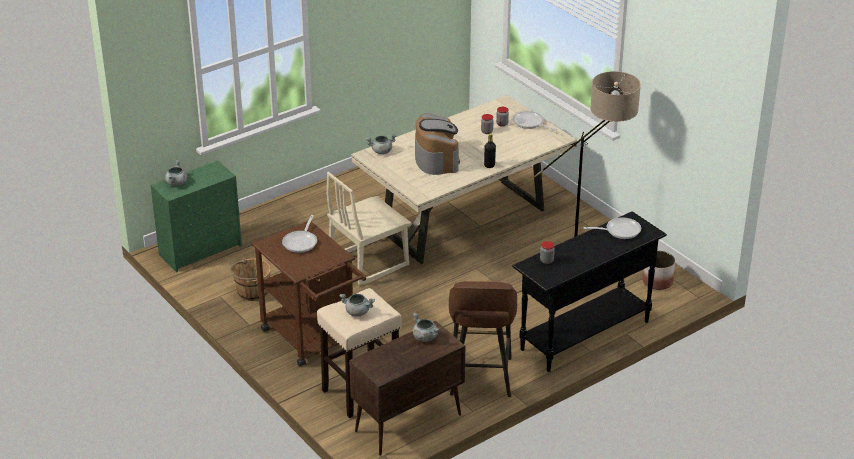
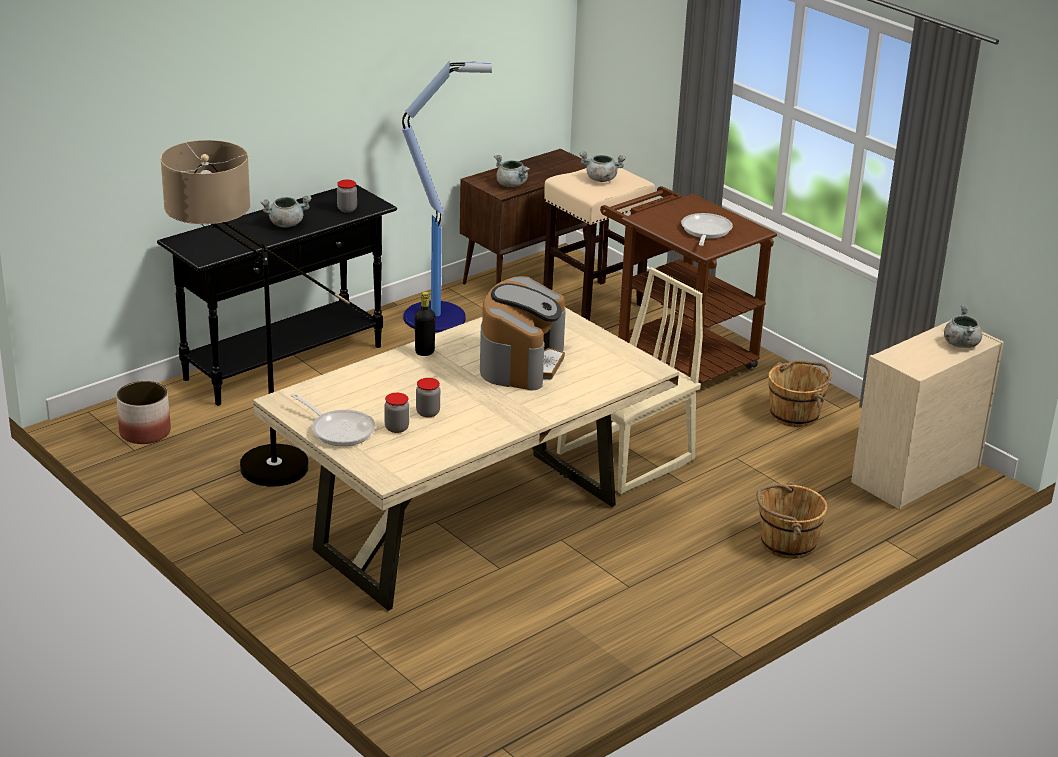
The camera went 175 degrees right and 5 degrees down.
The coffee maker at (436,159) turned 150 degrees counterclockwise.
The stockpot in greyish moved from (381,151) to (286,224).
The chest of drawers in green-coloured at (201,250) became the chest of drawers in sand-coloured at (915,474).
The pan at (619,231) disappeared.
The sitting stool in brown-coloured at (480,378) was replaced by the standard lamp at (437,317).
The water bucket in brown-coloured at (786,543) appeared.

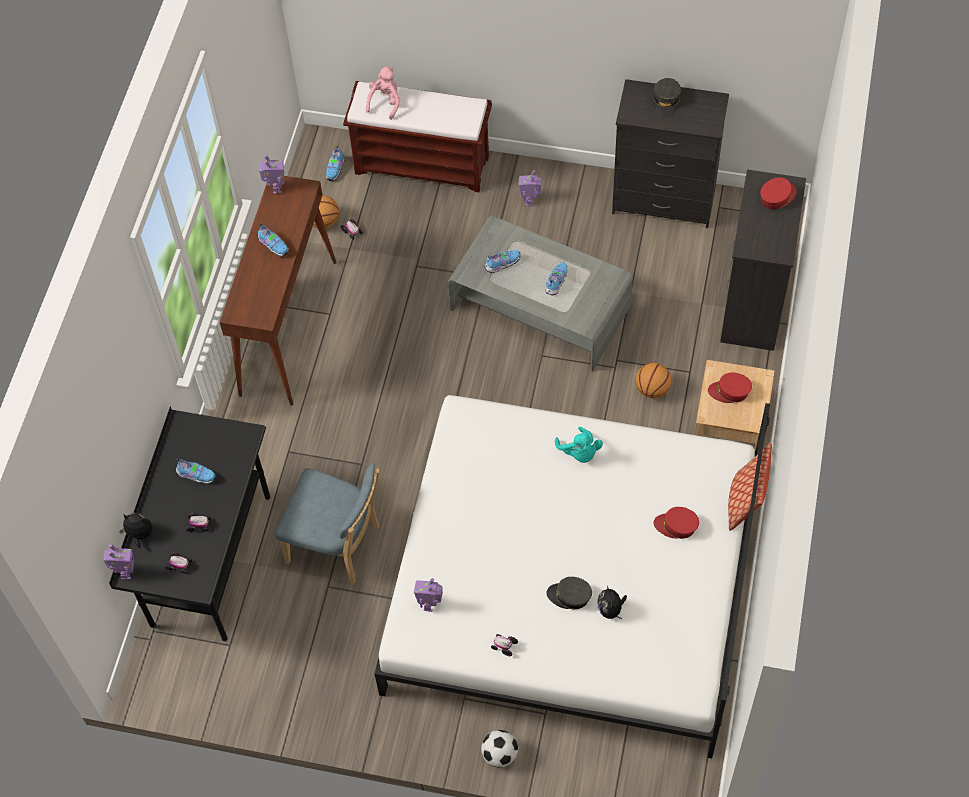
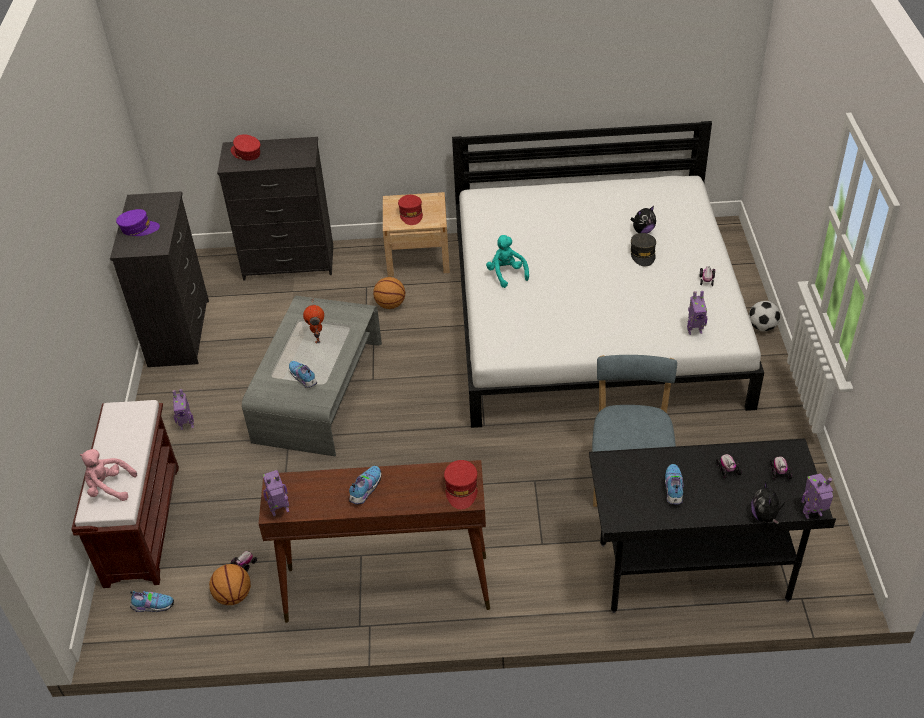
The camera went 105 degrees left and 15 degrees down.
The baseball cap in greyish at (666,101) became the baseball cap in purple at (139,228).
The item of footwear at (556,282) was replaced by the model robot at (318,337).
The cuddly toy in turquoise at (579,453) turned 75 degrees counterclockwise.
The pillow at (745,502) disappeared.
The baseball cap in red moved from (676,526) to (461,489).

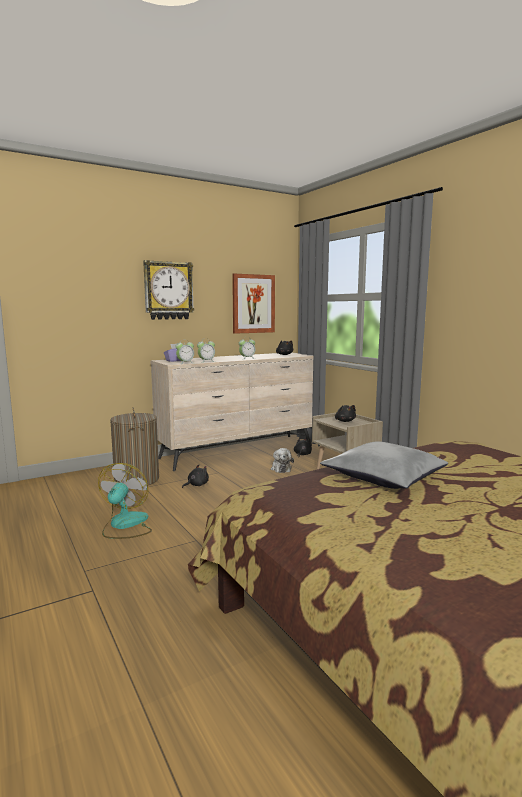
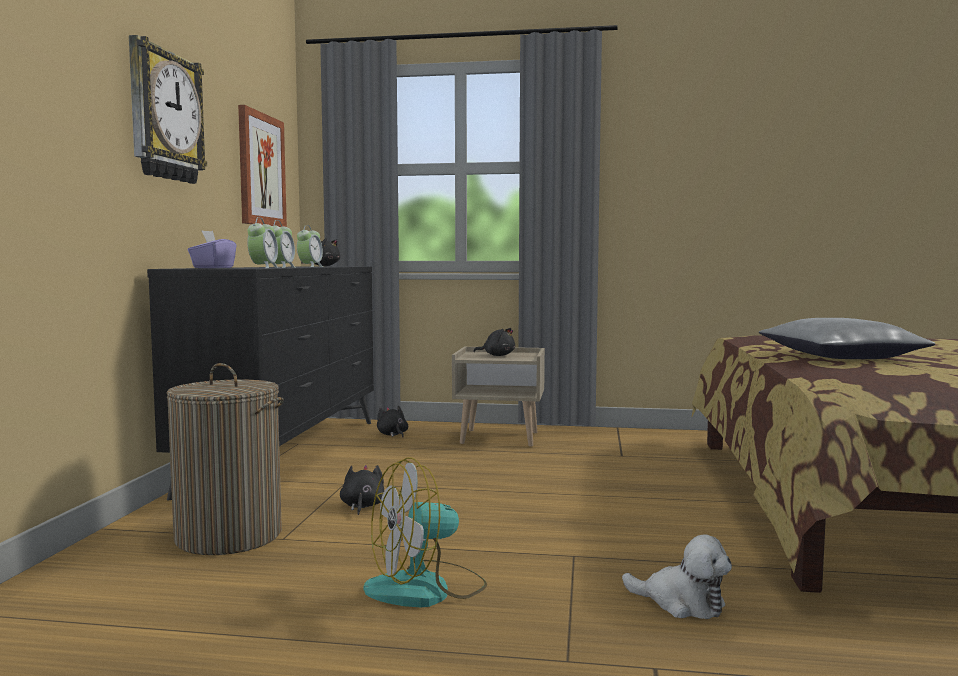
The camera went 50 degrees left and 5 degrees down.
The chest of drawers in sand-coloured at (239,451) became the chest of drawers in black-coloured at (290,454).
The cuddly toy moved from (281,468) to (681,603).
The fan at (125,525) turned 75 degrees counterclockwise.

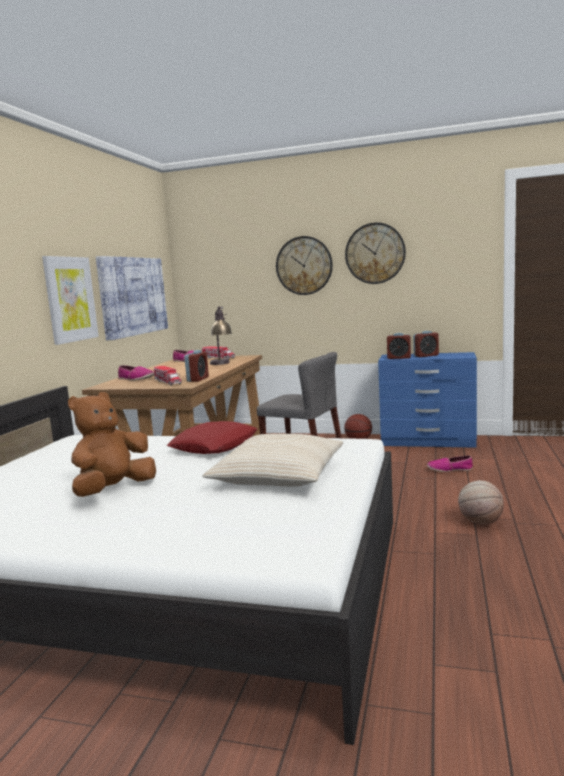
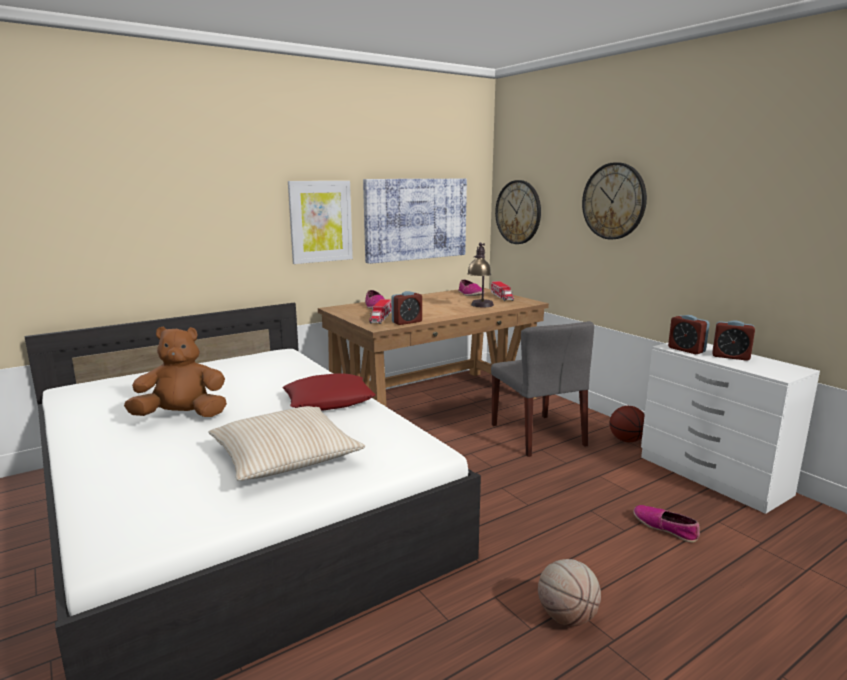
The camera went 40 degrees right and 5 degrees up.
The clock on the wall moved from (375,253) to (518,212).
The chest of drawers in bluish at (428,441) became the chest of drawers in white-coloured at (712,476).

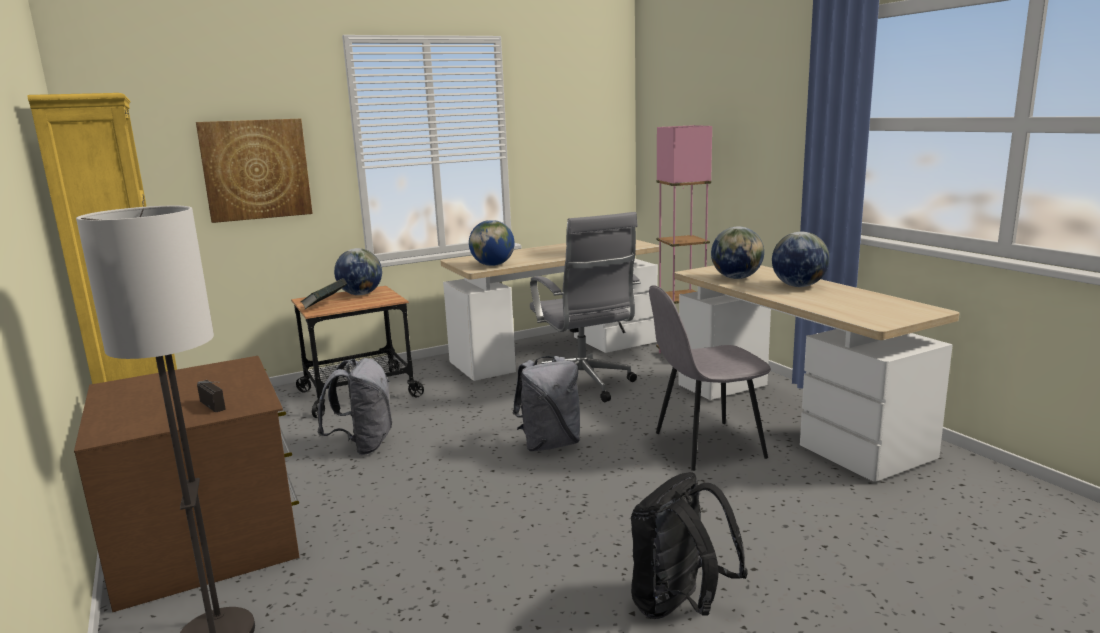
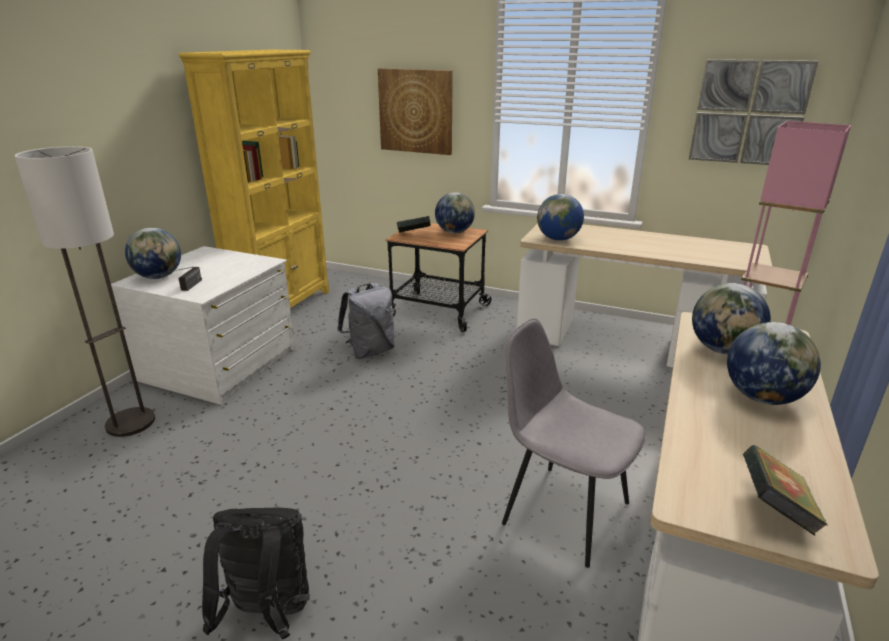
The camera went 50 degrees right and 10 degrees up.
The computer chair in greyish at (585,386) disappeared.
The chest of drawers in brown-coloured at (208,537) became the chest of drawers in white-coloured at (221,365).
The knapsack in greyish at (550,444) disappeared.
The wall picture at (749,112) appeared.
The globe at (159,277) appeared.
The volume at (774,509) appeared.

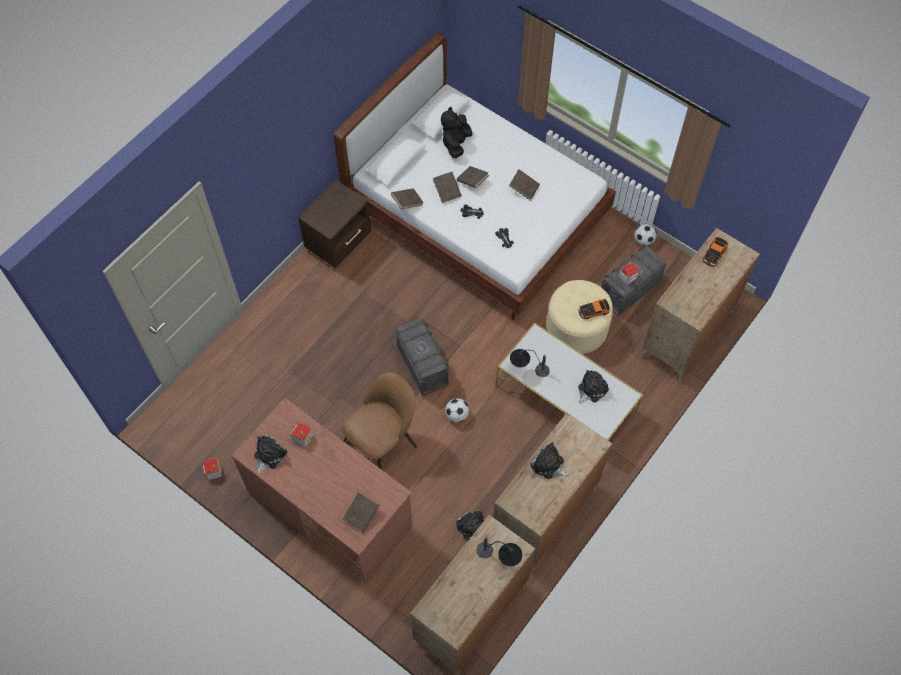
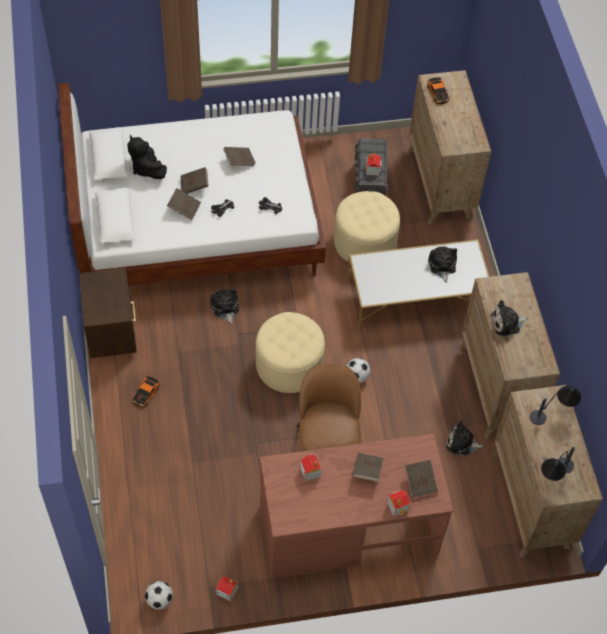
The camera went 50 degrees left and 5 degrees down.
The volume in brown-coloured moved from (407,202) to (367,471).
The football ball moved from (644,240) to (160,600).
The model car moved from (593,311) to (146,393).
The storage bin in greyish at (422,365) was replaced by the ottoman in sand-coloured at (289,365).
The lamp for a table moved from (527,370) to (554,476).
The cuddly toy moved from (269,455) to (225,308).
The toy house at (398,506) appeared.

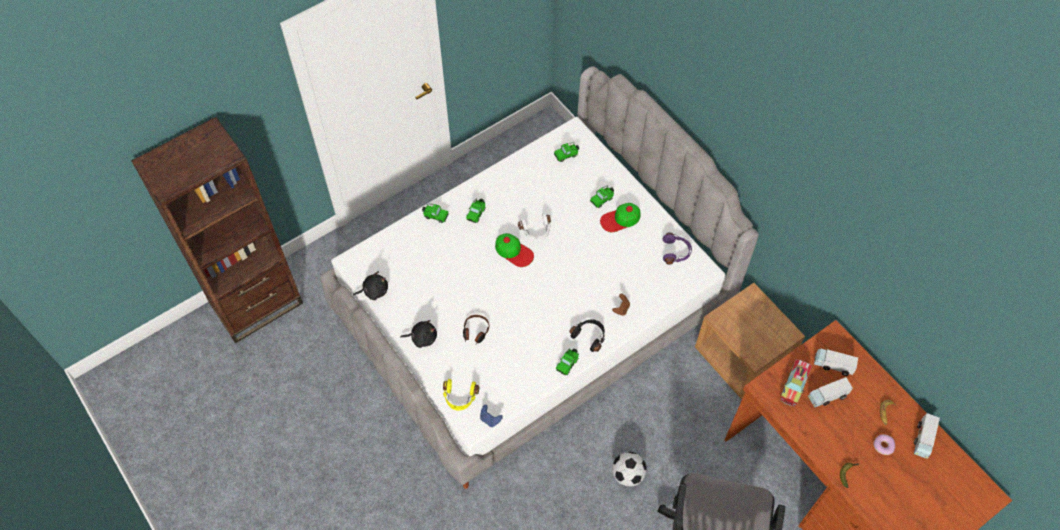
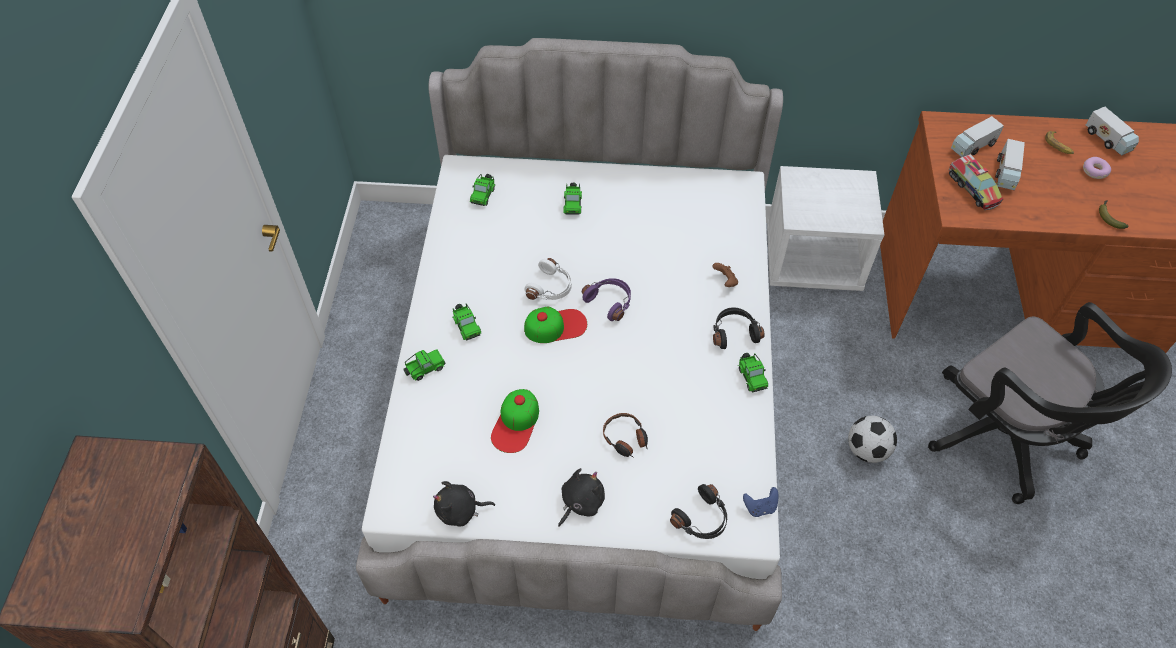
The camera went 50 degrees left and 5 degrees down.
The baseball cap moved from (620,219) to (516,423).
The pair of headphones in purple moved from (676,252) to (610,302).
The cuddly toy in black-coloured at (374,291) turned 120 degrees counterclockwise.
The night table in brown-coloured at (742,358) became the night table in white-coloured at (813,260).
The pair of headphones in yellow at (460,397) became the pair of headphones in black-coloured at (702,519).

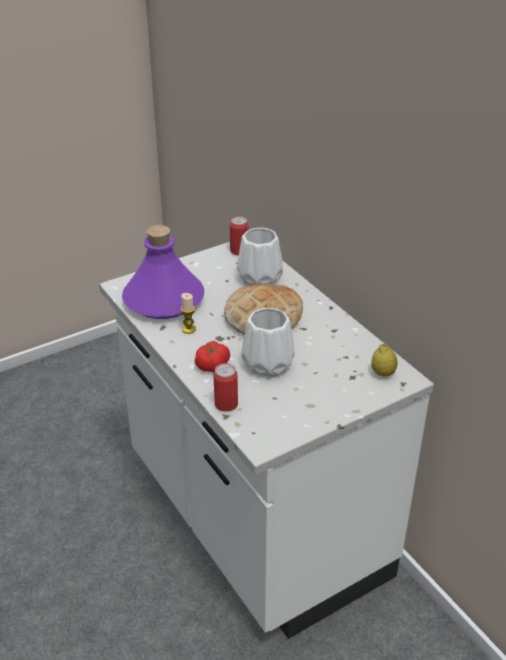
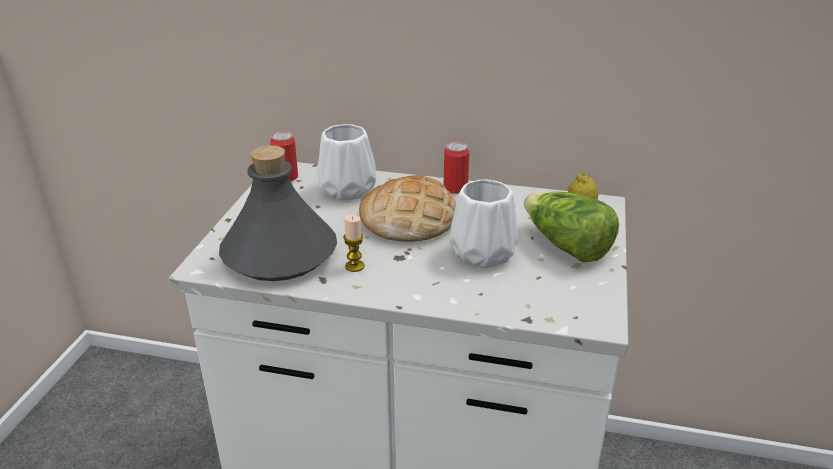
The camera went 45 degrees left and 5 degrees down.
The drink bottle in purple at (164,300) became the drink bottle in greyish at (280,254).
The whole tomato at (212,364) disappeared.
The can moved from (226,404) to (455,188).
The lettuce at (566,246) appeared.

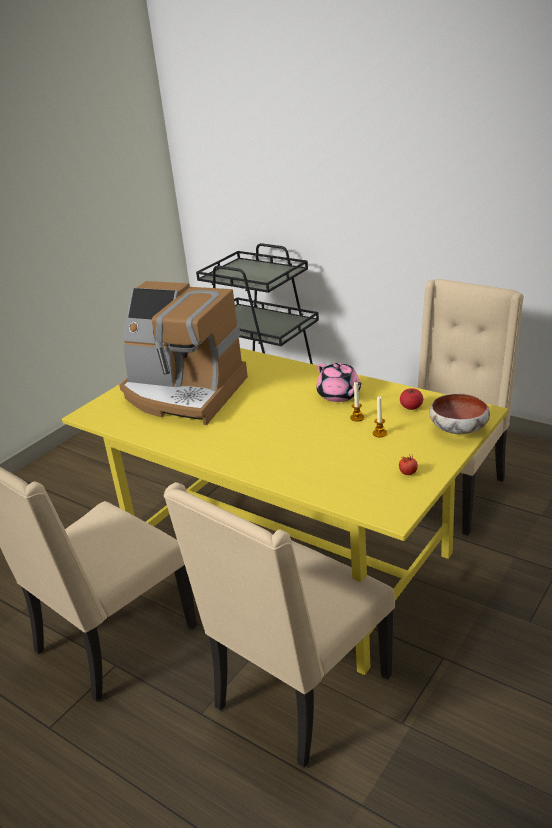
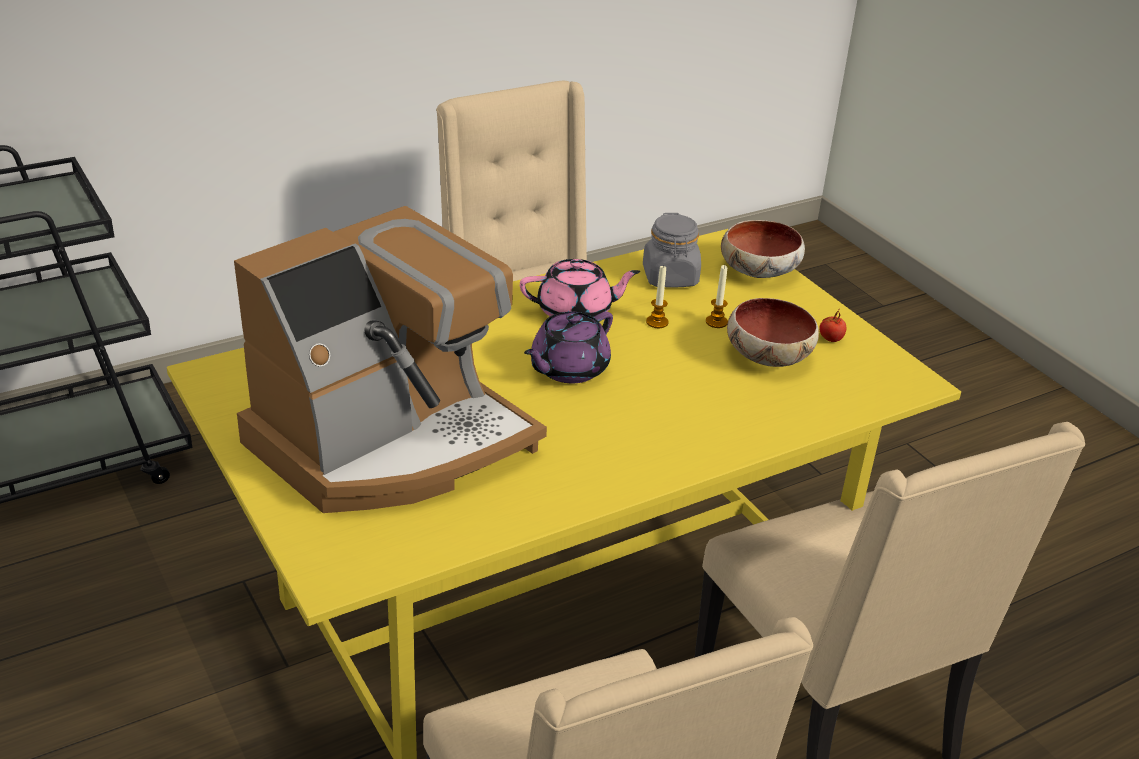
The camera went 70 degrees left and 5 degrees up.
The whole tomato at (411,407) was replaced by the preserve jar in greyish at (670,277).
The serving bowl at (766,356) appeared.
The pot for tea in purple at (568,369) appeared.

